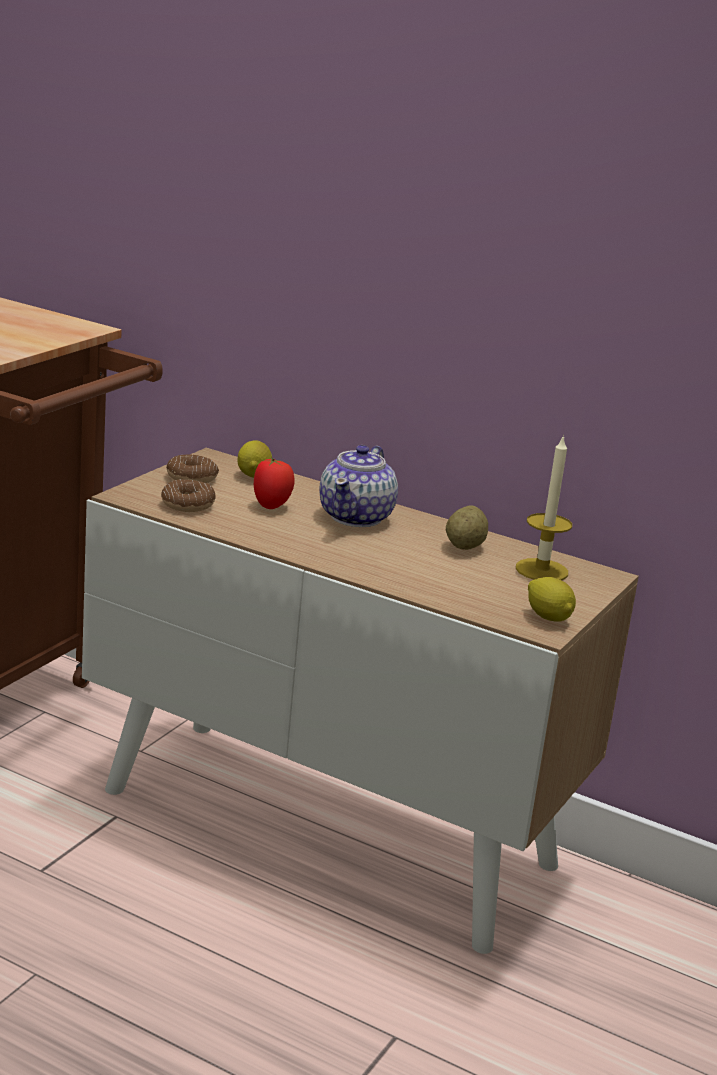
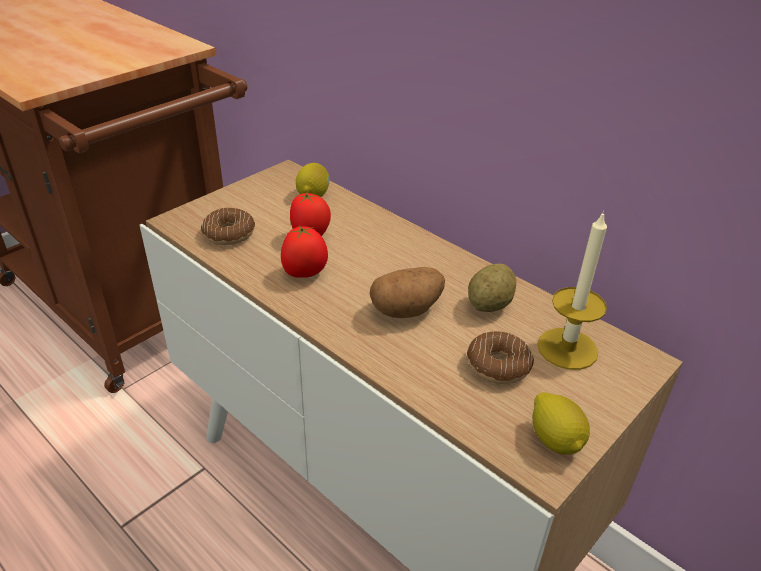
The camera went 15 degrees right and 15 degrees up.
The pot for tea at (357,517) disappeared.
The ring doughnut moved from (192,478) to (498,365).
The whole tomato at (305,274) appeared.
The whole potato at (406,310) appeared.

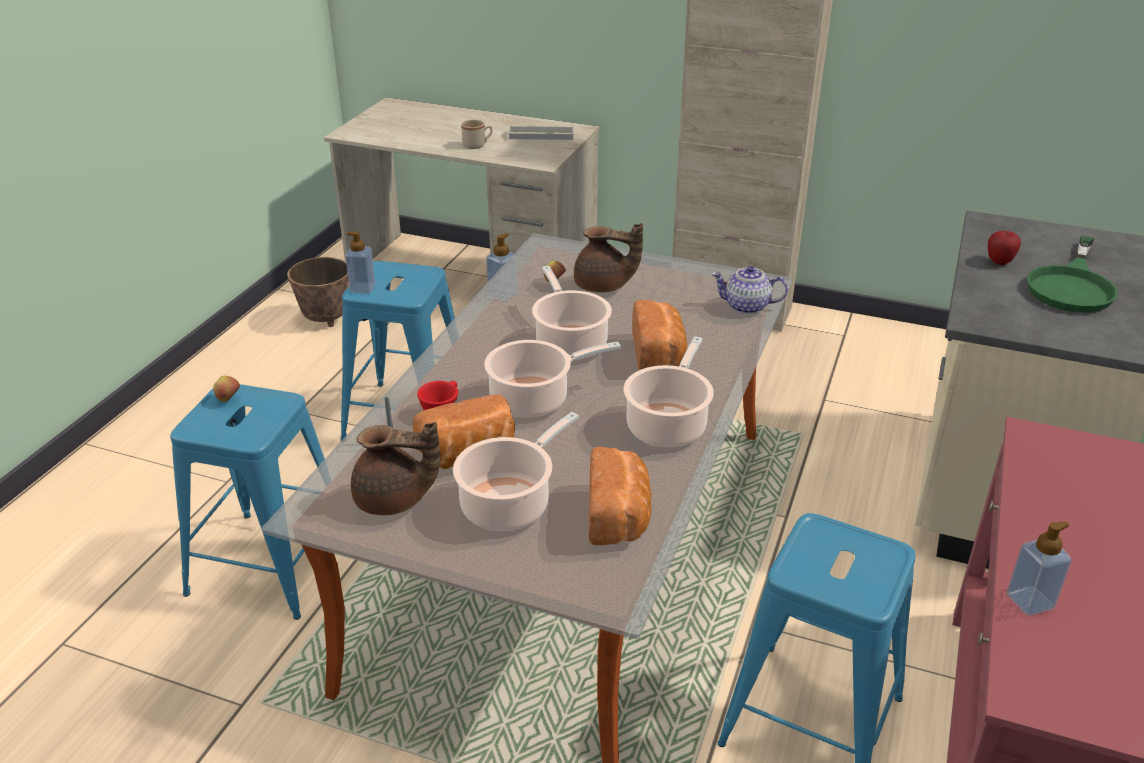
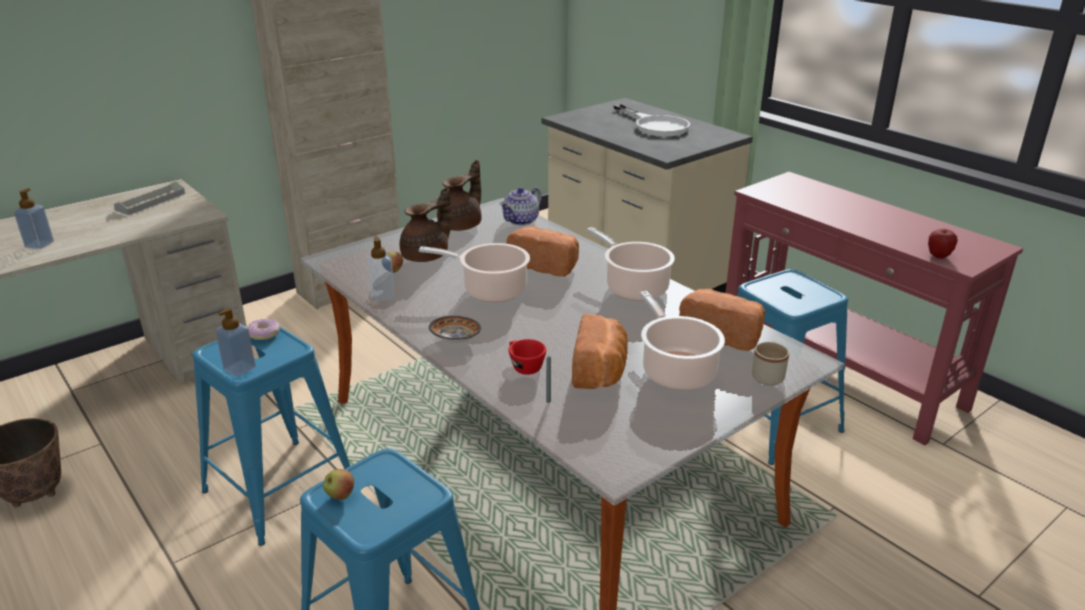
The camera went 60 degrees left and 5 degrees down.
The coffee mug in sand-coloured moved from (477,145) to (768,375).
The whole apple moved from (999,262) to (938,256).
The pan in green-coloured at (1072,286) became the pan in white-coloured at (655,125).
The stockpot at (535,399) disappeared.
The pot for tea in brown-coloured moved from (394,500) to (462,225).
The soap bottle moved from (1029,601) to (39,244).
The serving bowl at (455,339) appeared.
The ring doughnut at (264,333) appeared.

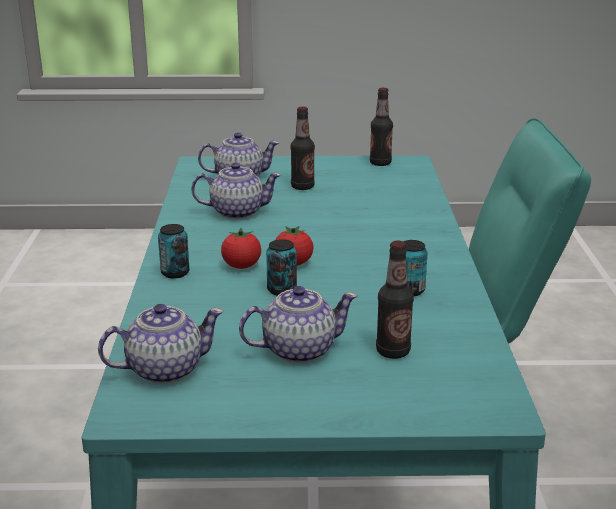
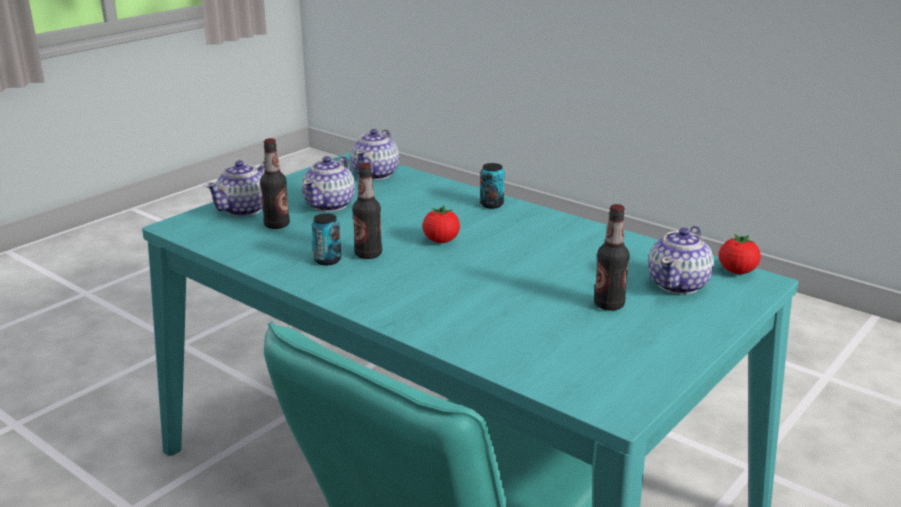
The camera went 130 degrees right and 0 degrees up.
The drink bottle moved from (380,163) to (368,254).
The pot for tea moved from (236,212) to (245,209).
The whole tomato moved from (241,266) to (737,271).
The can at (282,290) disappeared.

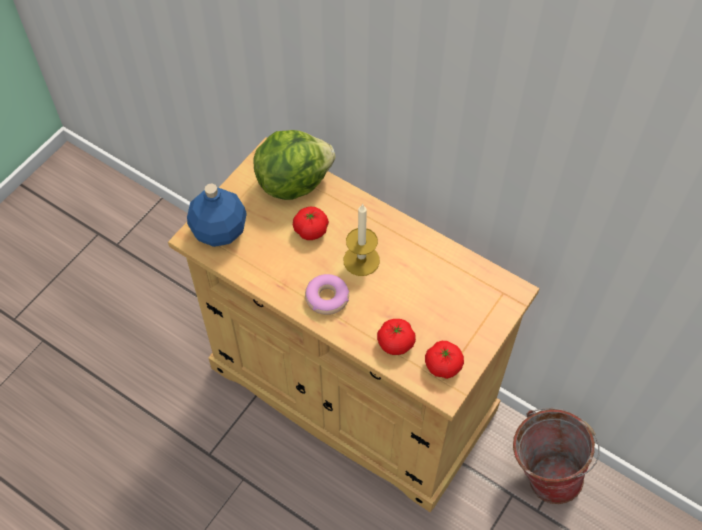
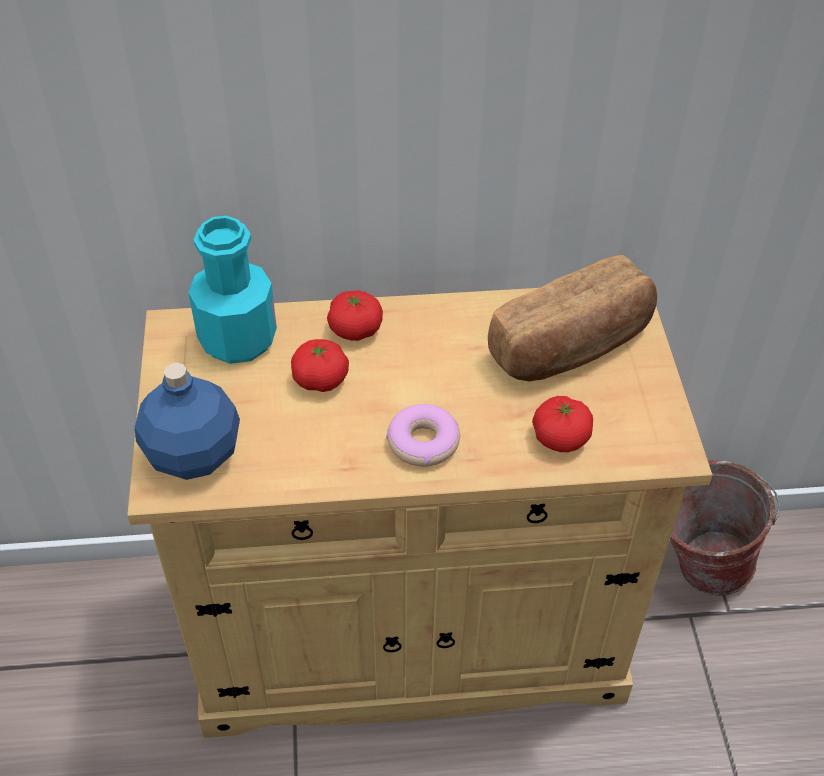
The camera went 40 degrees left and 10 degrees down.
The lettuce at (293,181) was replaced by the drink bottle in turquoise at (238,339).
The wax light at (361,260) disappeared.
The whole tomato moved from (443,365) to (355,329).
The bread at (572,346) appeared.

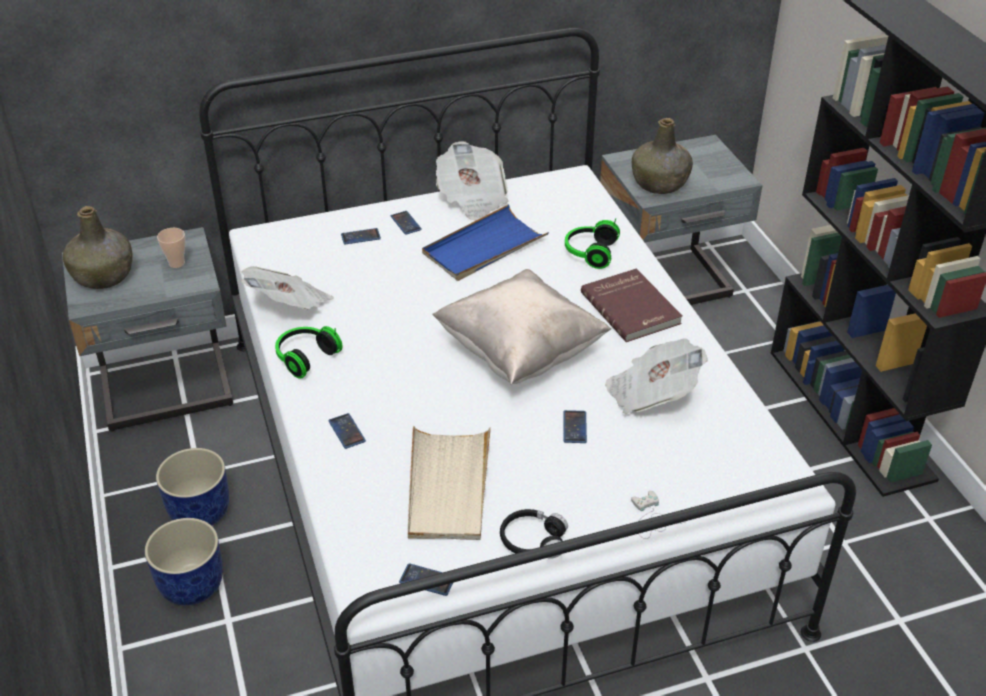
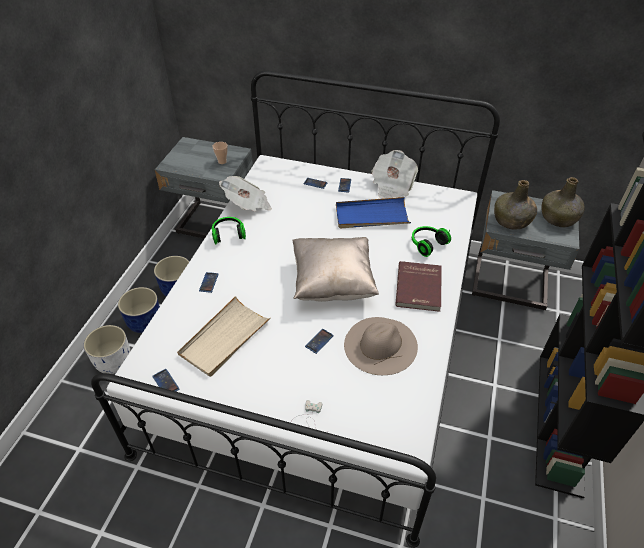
The camera went 35 degrees right and 5 degrees up.
The drink bottle in green-coloured moved from (104,275) to (558,218).
The printed paper at (651,394) was replaced by the clothing hat in sand-coloured at (380,345).
The pair of headphones in black-coloured at (533,540) disappeared.
The plant pot in white-coloured at (114,361) appeared.

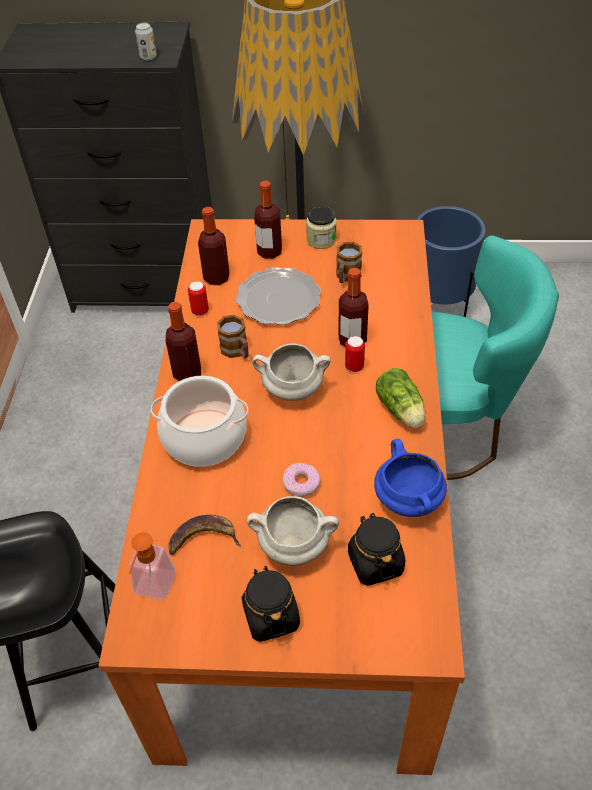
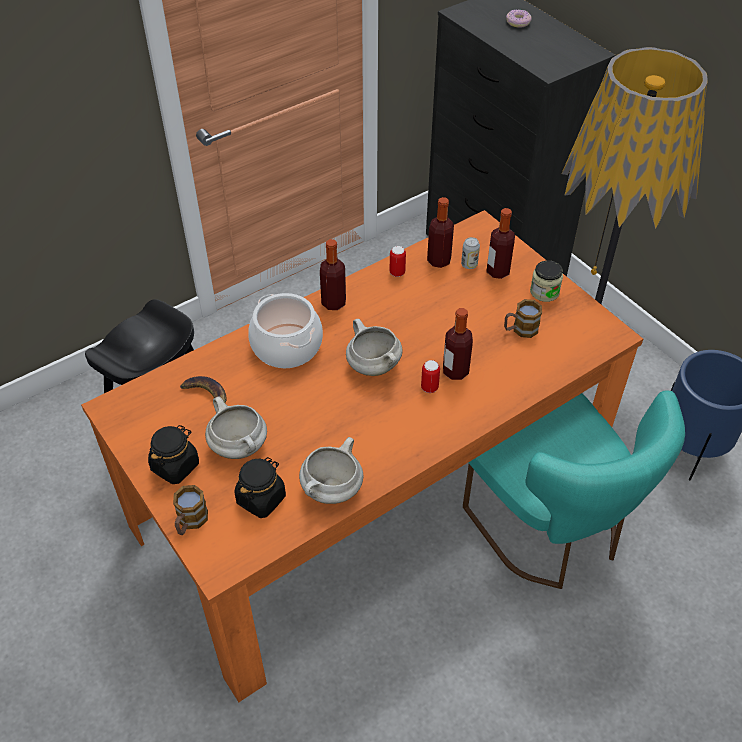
The camera went 50 degrees right and 0 degrees up.
The can moved from (148,57) to (469,265).
The dinner plate at (279,299) disappeared.
The coffee mug moved from (237,351) to (190,522).
The lettuce at (401,411) disappeared.
The stockpot in bluish at (409,500) became the stockpot in white-coloured at (332,490).
The ring doughnut moved from (301,483) to (518,22).
The soap bottle at (152,589) disappeared.

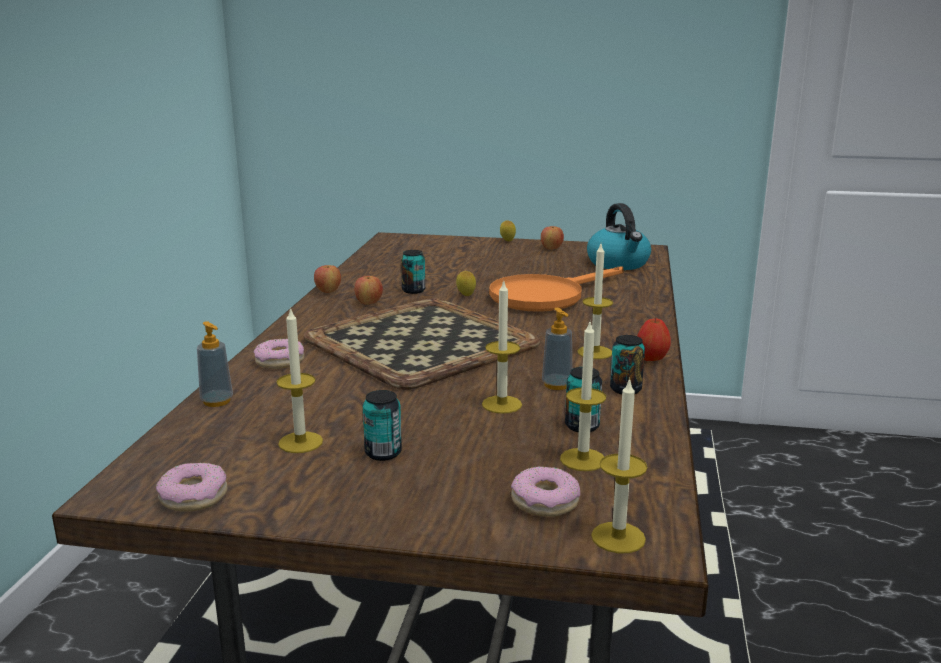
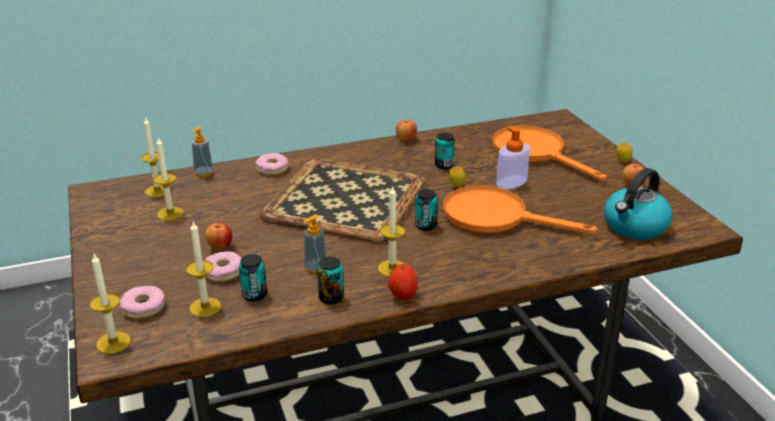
The camera went 60 degrees right and 10 degrees up.
The whole apple moved from (368,303) to (220,247).
The wax light moved from (502,404) to (157,191).
The can moved from (383,453) to (425,225).
The ring doughnut moved from (194,497) to (224,272).
The pan in orange at (536,153) appeared.
The soap bottle at (511,182) appeared.

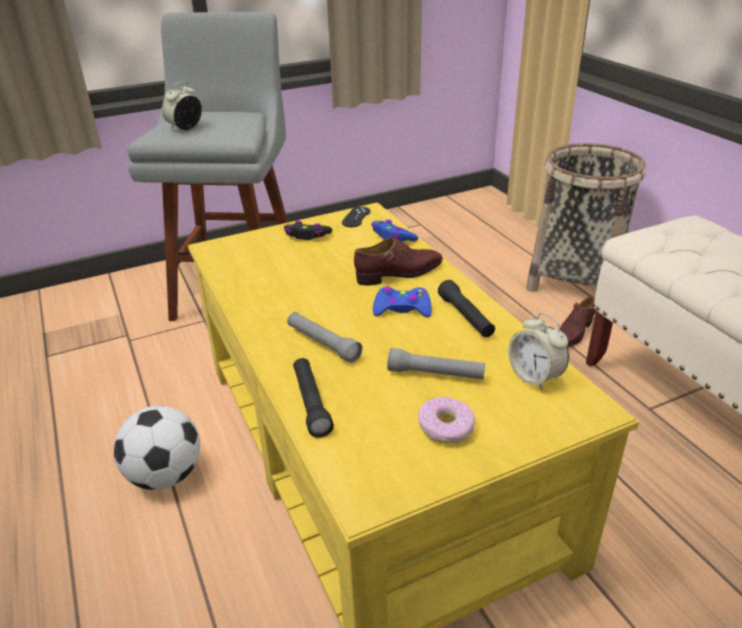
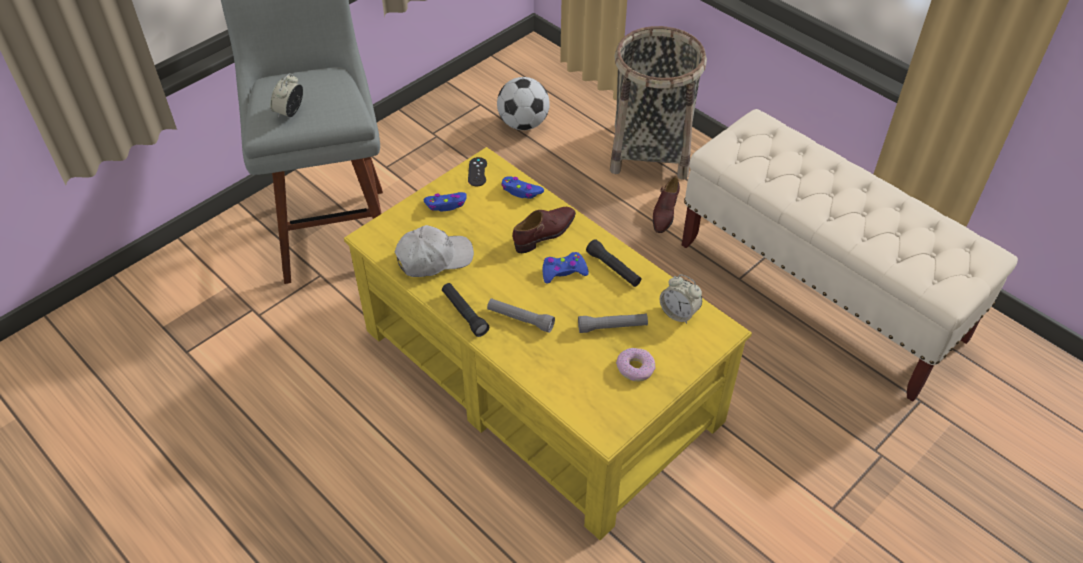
The camera went 20 degrees left and 15 degrees up.
The gamepad in black-coloured at (307,236) became the gamepad in bluish at (446,205).
The torch in black-coloured moved from (311,403) to (464,313).
The football ball moved from (165,475) to (523,124).
The baseball cap in white-coloured at (434,258) appeared.

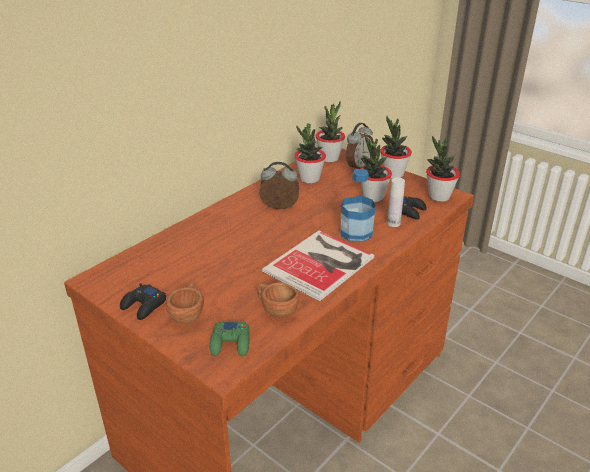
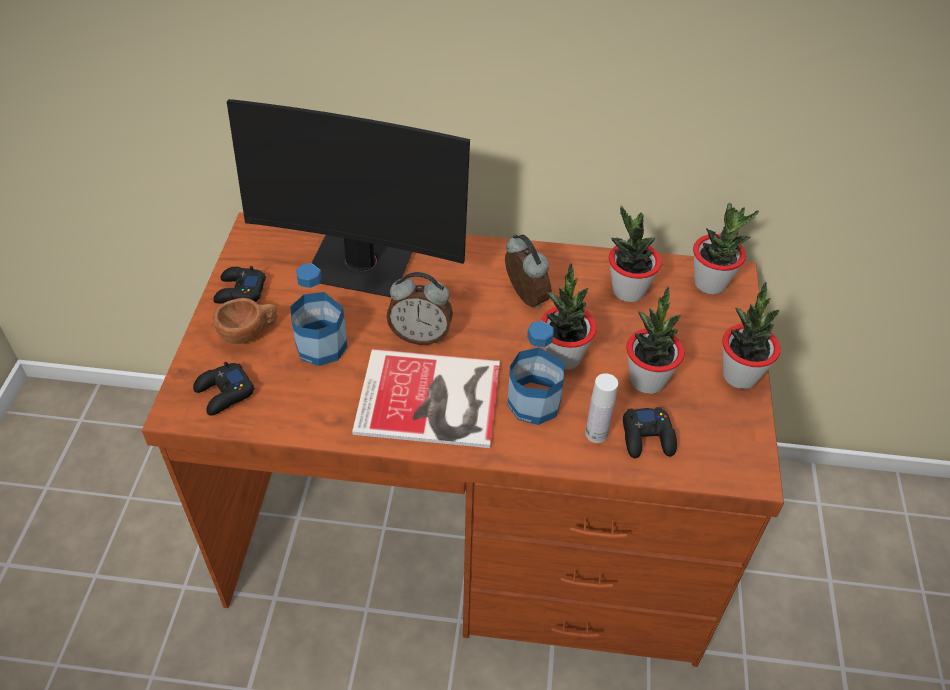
The camera went 55 degrees right and 15 degrees up.
The alarm clock moved from (358,166) to (420,335).
The plant in a pot moved from (439,196) to (563,357).
The cup in brown-coloured at (276,310) disappeared.
The gamepad in green-coloured at (231,343) became the gamepad in black-coloured at (224,393).
The computer screen at (360,265) appeared.
The drink bottle at (321,346) appeared.

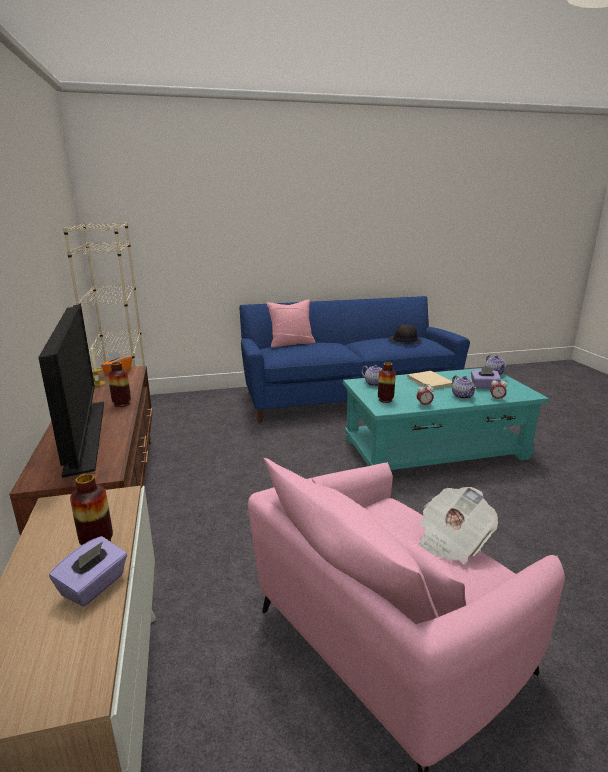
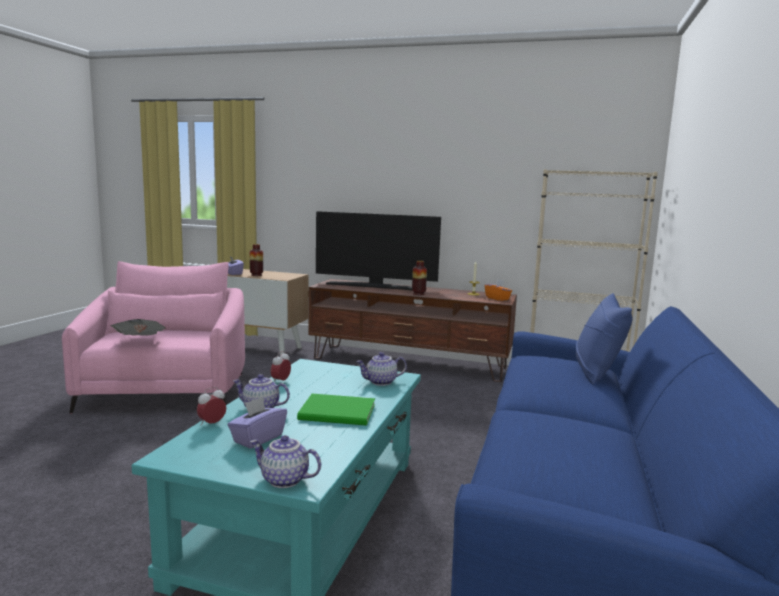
The camera went 120 degrees right and 10 degrees down.
The pillow in pink at (291,343) became the pillow in bluish at (596,372).
The clothing hat in black-coloured at (404,340) disappeared.
The decorative vase at (385,400) disappeared.
The volume in sand-coloured at (430,381) became the volume in green-coloured at (339,413).

